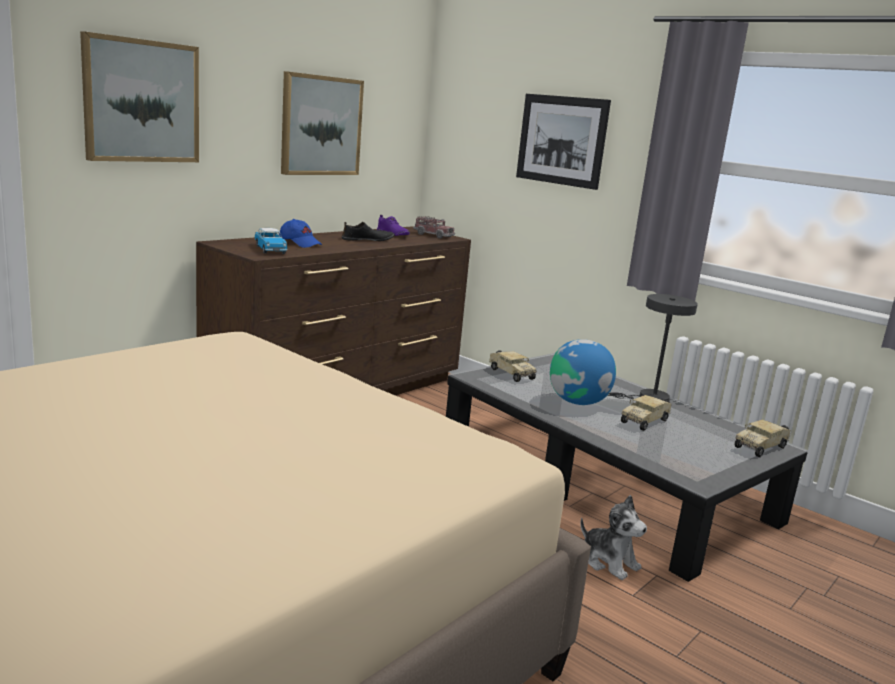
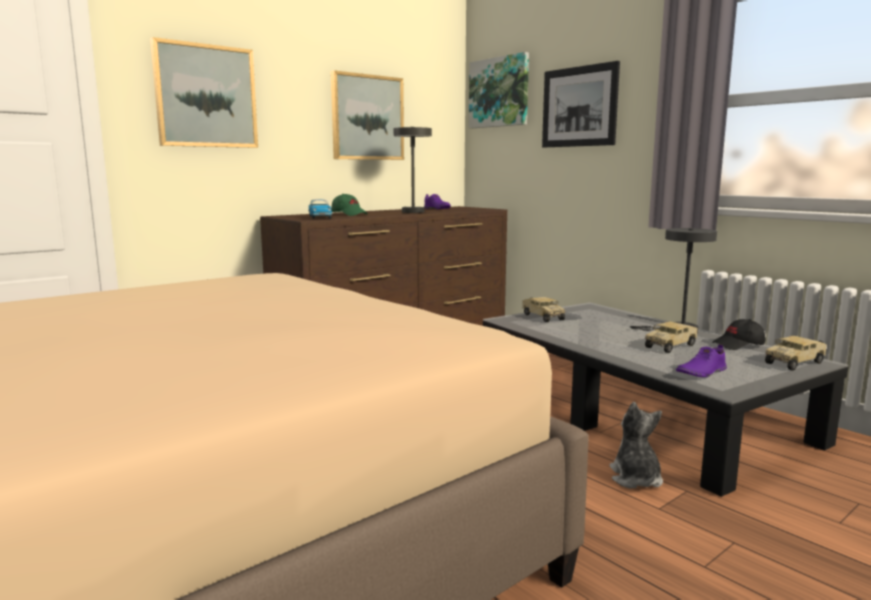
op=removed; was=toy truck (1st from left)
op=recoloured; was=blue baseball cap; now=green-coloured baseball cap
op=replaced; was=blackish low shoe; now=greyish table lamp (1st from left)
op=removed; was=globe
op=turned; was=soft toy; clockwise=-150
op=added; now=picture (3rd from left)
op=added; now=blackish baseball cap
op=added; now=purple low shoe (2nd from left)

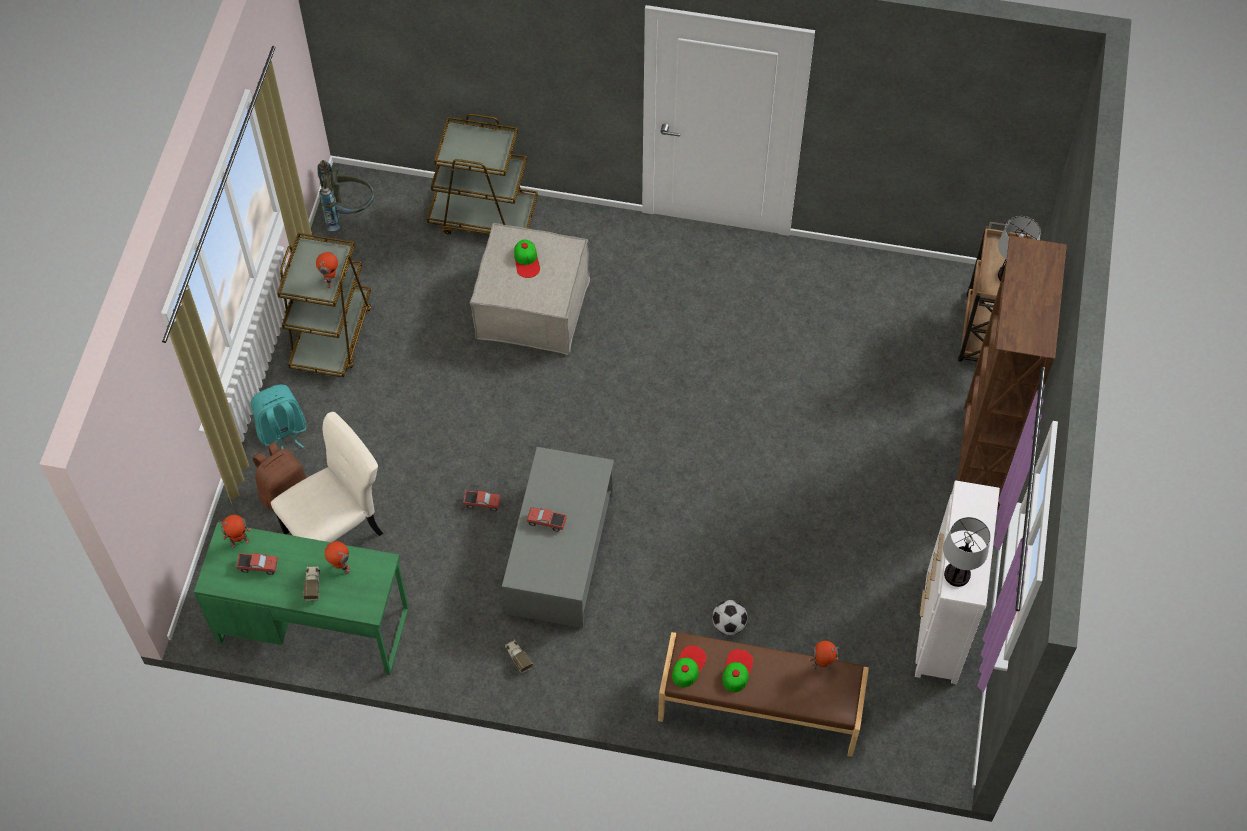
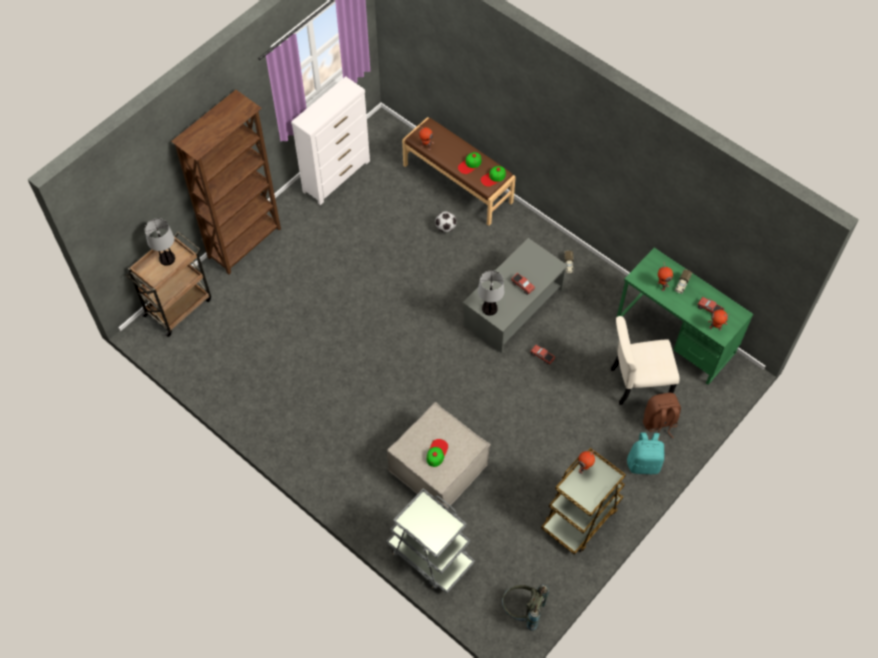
op=recoloured; was=brown trolley (2nd from left); now=greyish trolley
op=moved; was=table lamp (1st from left in the first image); now=table lamp (2nd from left)

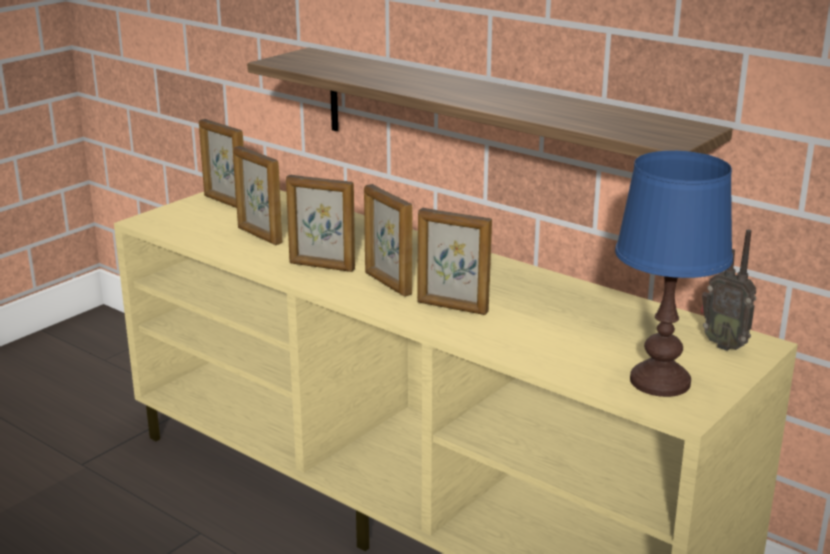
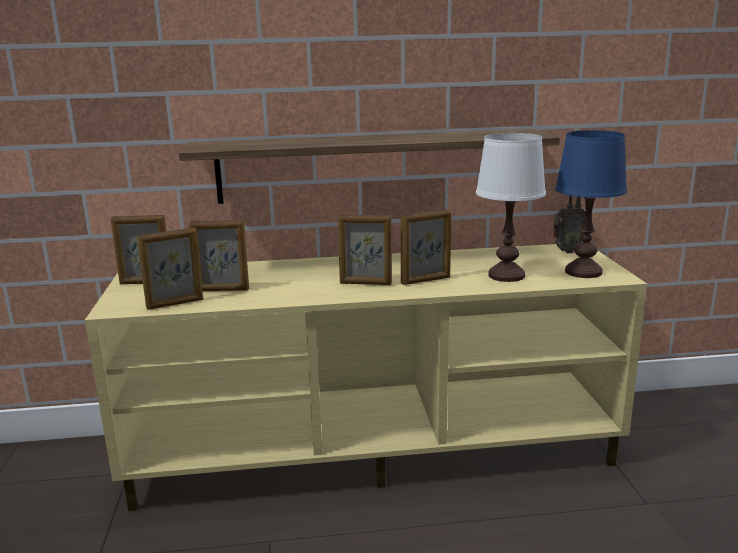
op=moved; was=picture frame (3rd from left in the first image); now=picture frame (2nd from left)
op=added; now=white table lamp

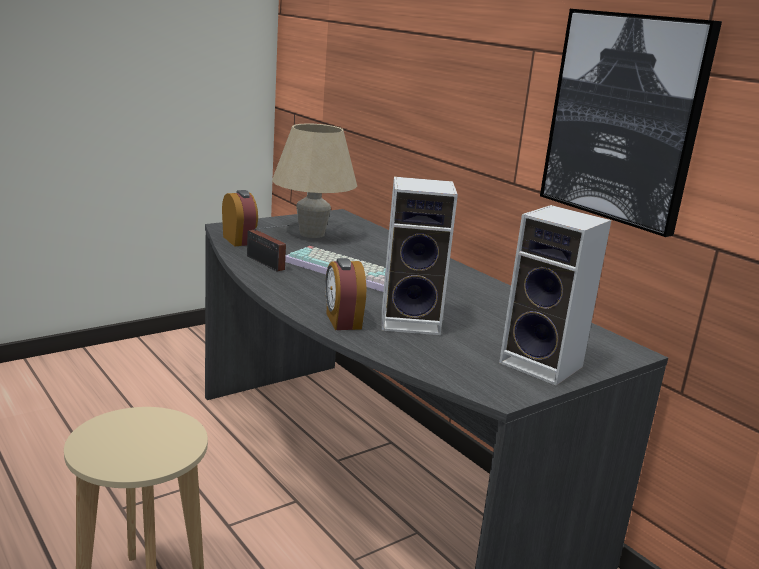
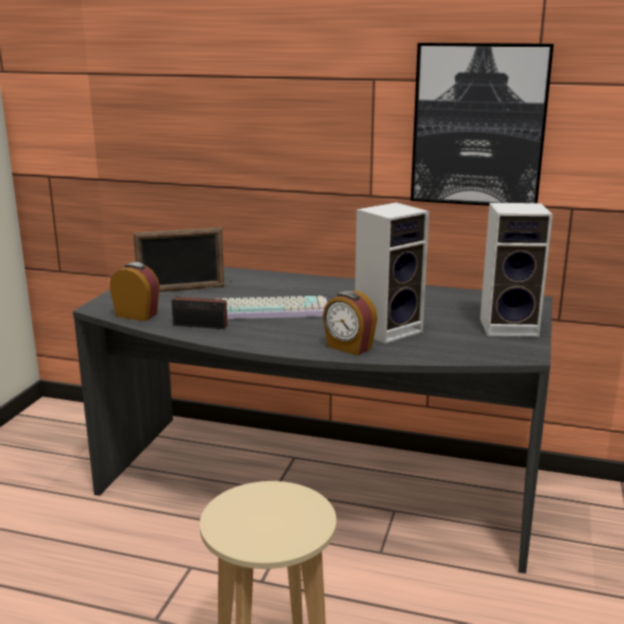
op=replaced; was=beige-coloured table lamp; now=picture frame

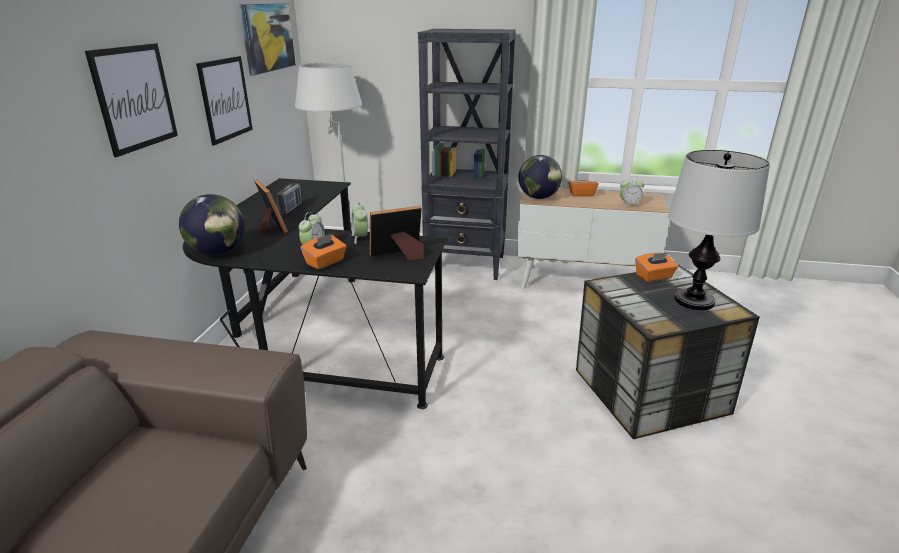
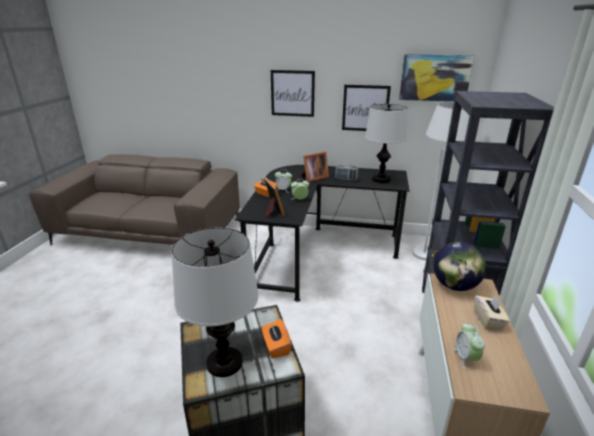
op=recoloured; was=orange-coloured tissue holder (2nd from left); now=beige-coloured tissue holder
op=removed; was=globe (1st from left)
op=added; now=table lamp (2nd from left)

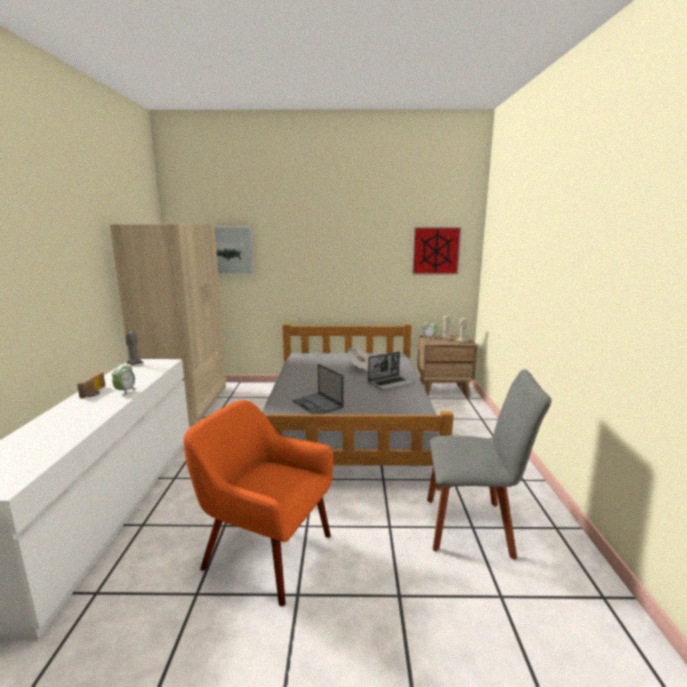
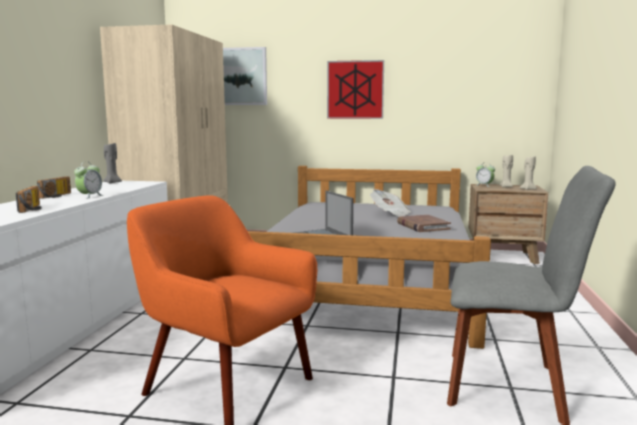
op=moved; was=picture (2nd from left)
op=replaced; was=portable computer (2nd from left); now=brown book
op=added; now=radio set (1st from left)

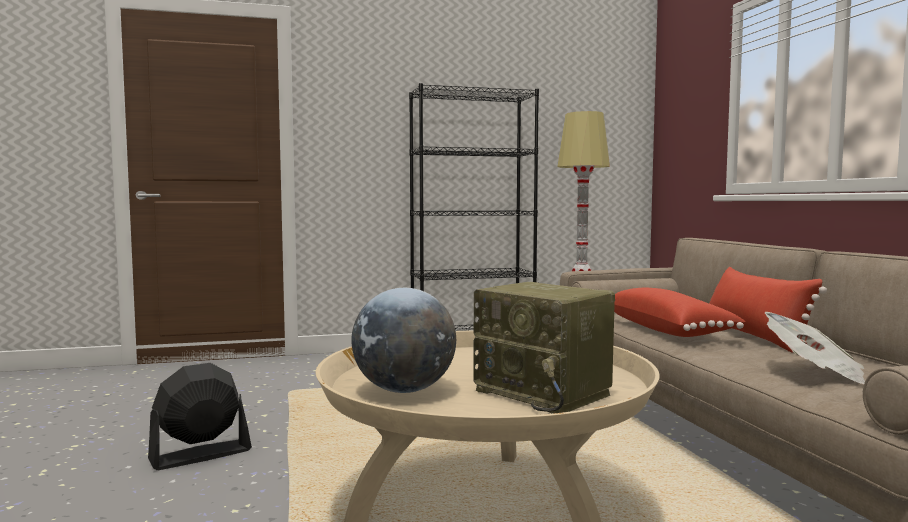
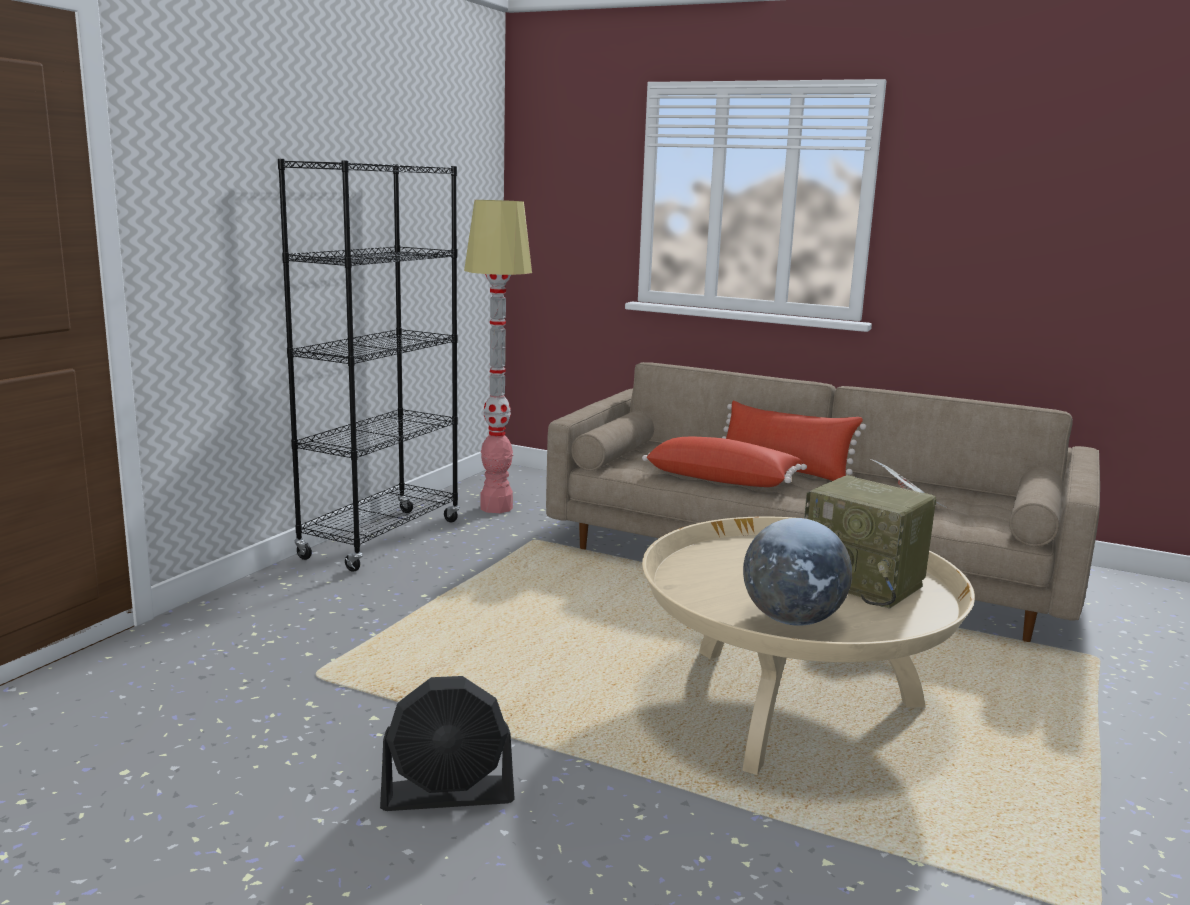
op=turned; was=radio set; clockwise=45
op=turned; was=blackish electric fan; clockwise=-105

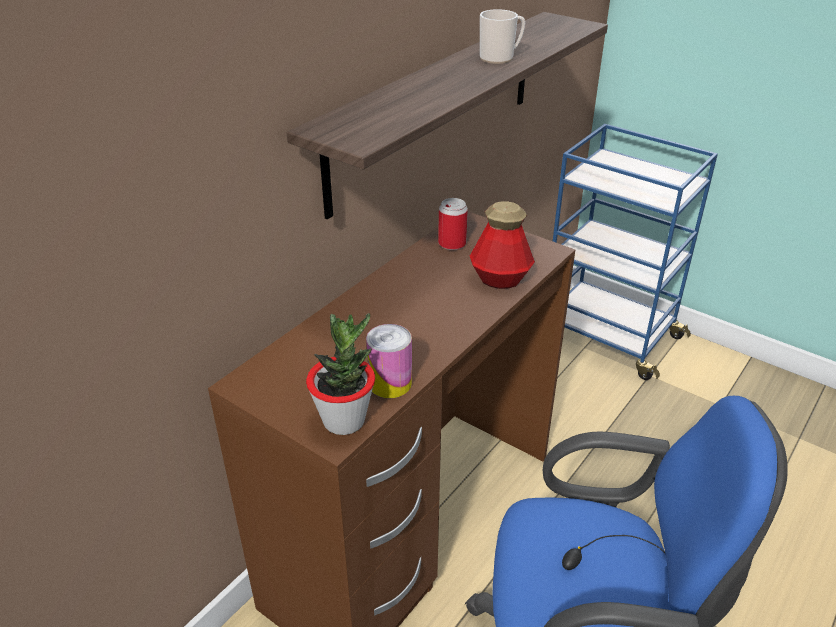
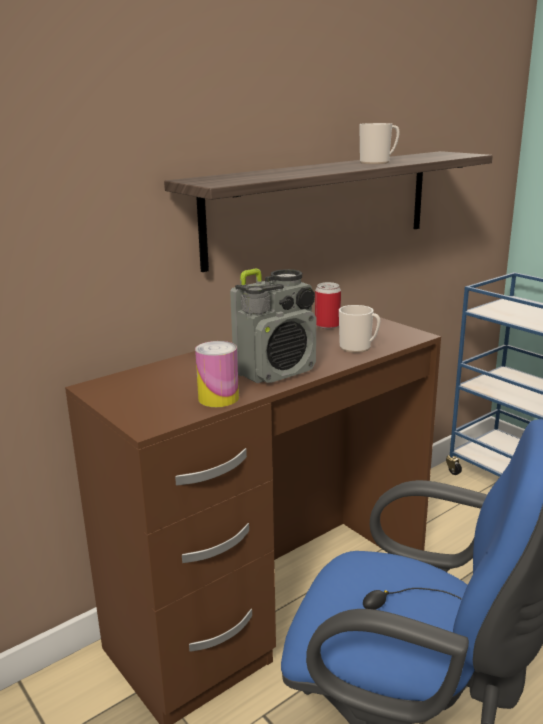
op=replaced; was=bottle; now=mug (1st from left)
op=removed; was=houseplant
op=added; now=radio set

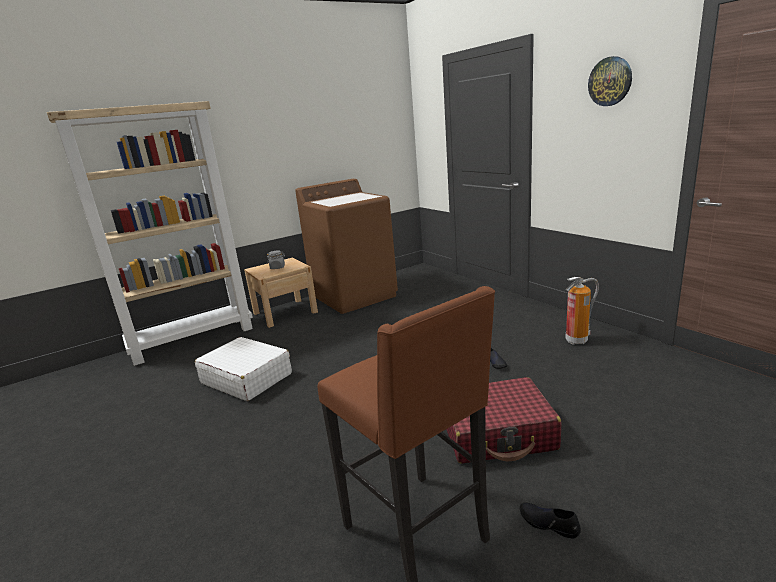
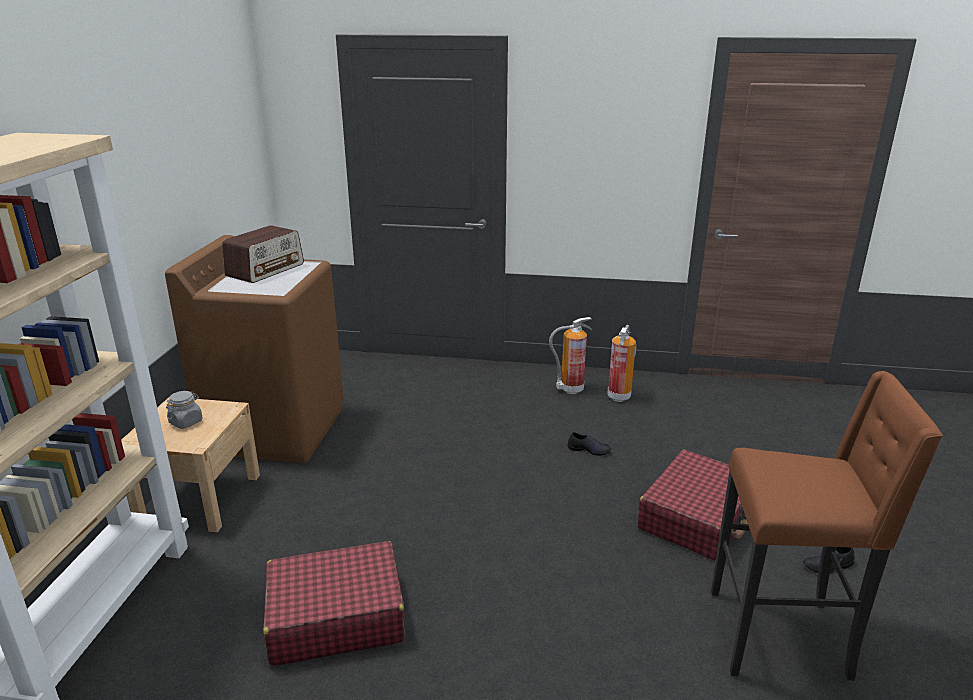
op=removed; was=wall clock
op=recoloured; was=white piece of luggage; now=red-coloured piece of luggage (1st from left)
op=added; now=radio set
op=added; now=extinguisher (1st from left)

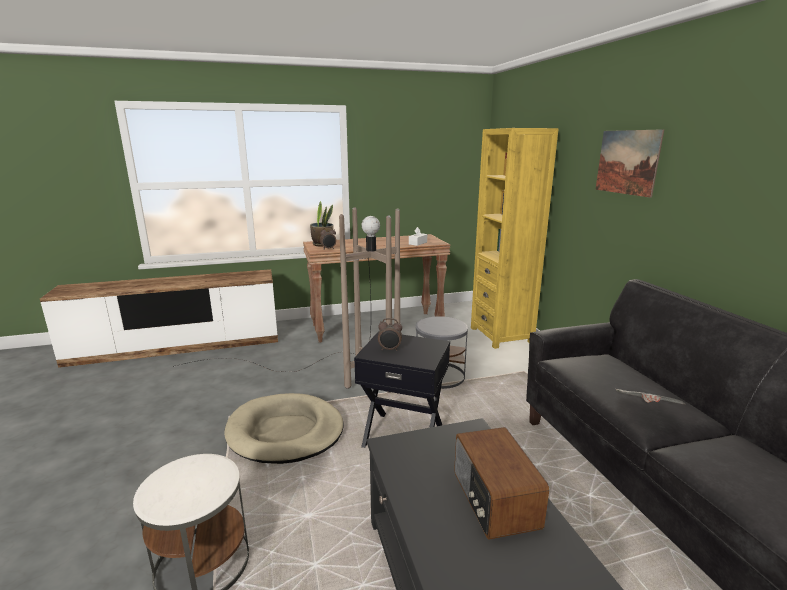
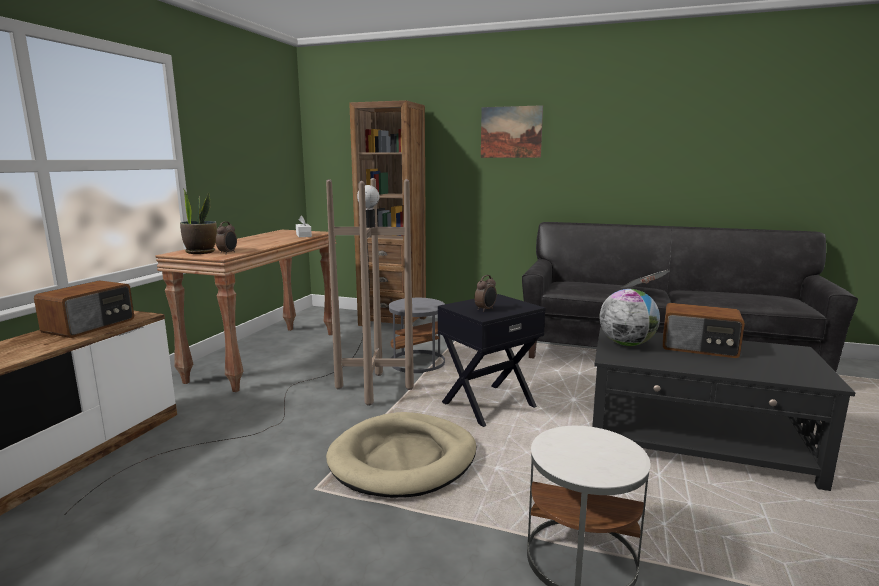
op=recoloured; was=yellowish bookcase; now=brown bookcase
op=added; now=radio set (1st from left)
op=added; now=globe

